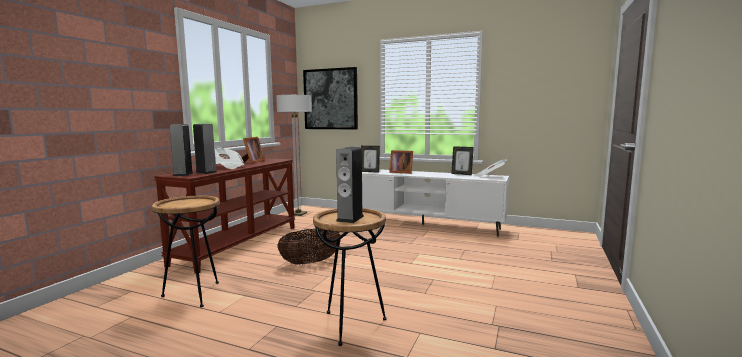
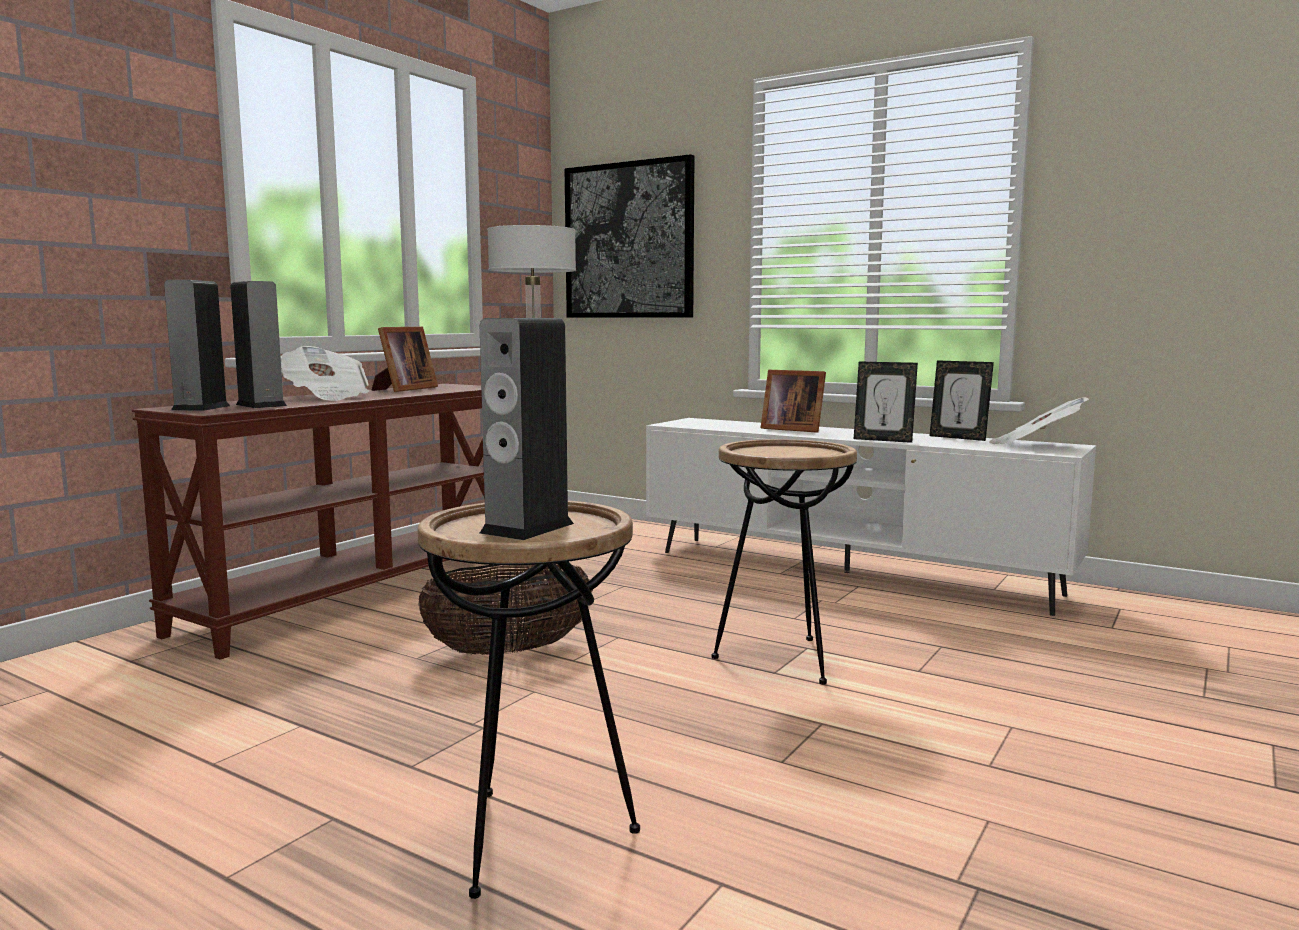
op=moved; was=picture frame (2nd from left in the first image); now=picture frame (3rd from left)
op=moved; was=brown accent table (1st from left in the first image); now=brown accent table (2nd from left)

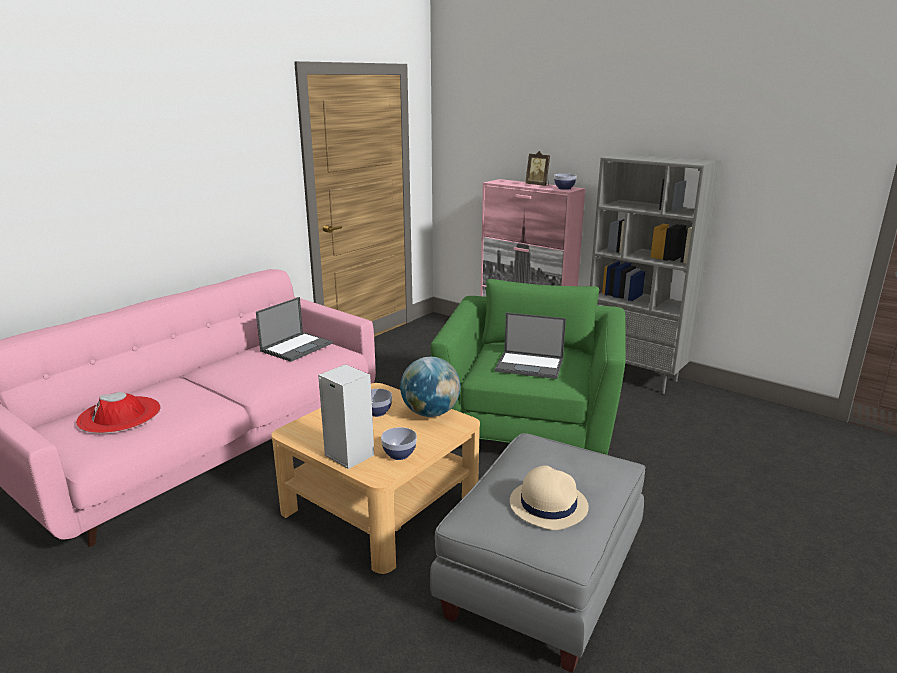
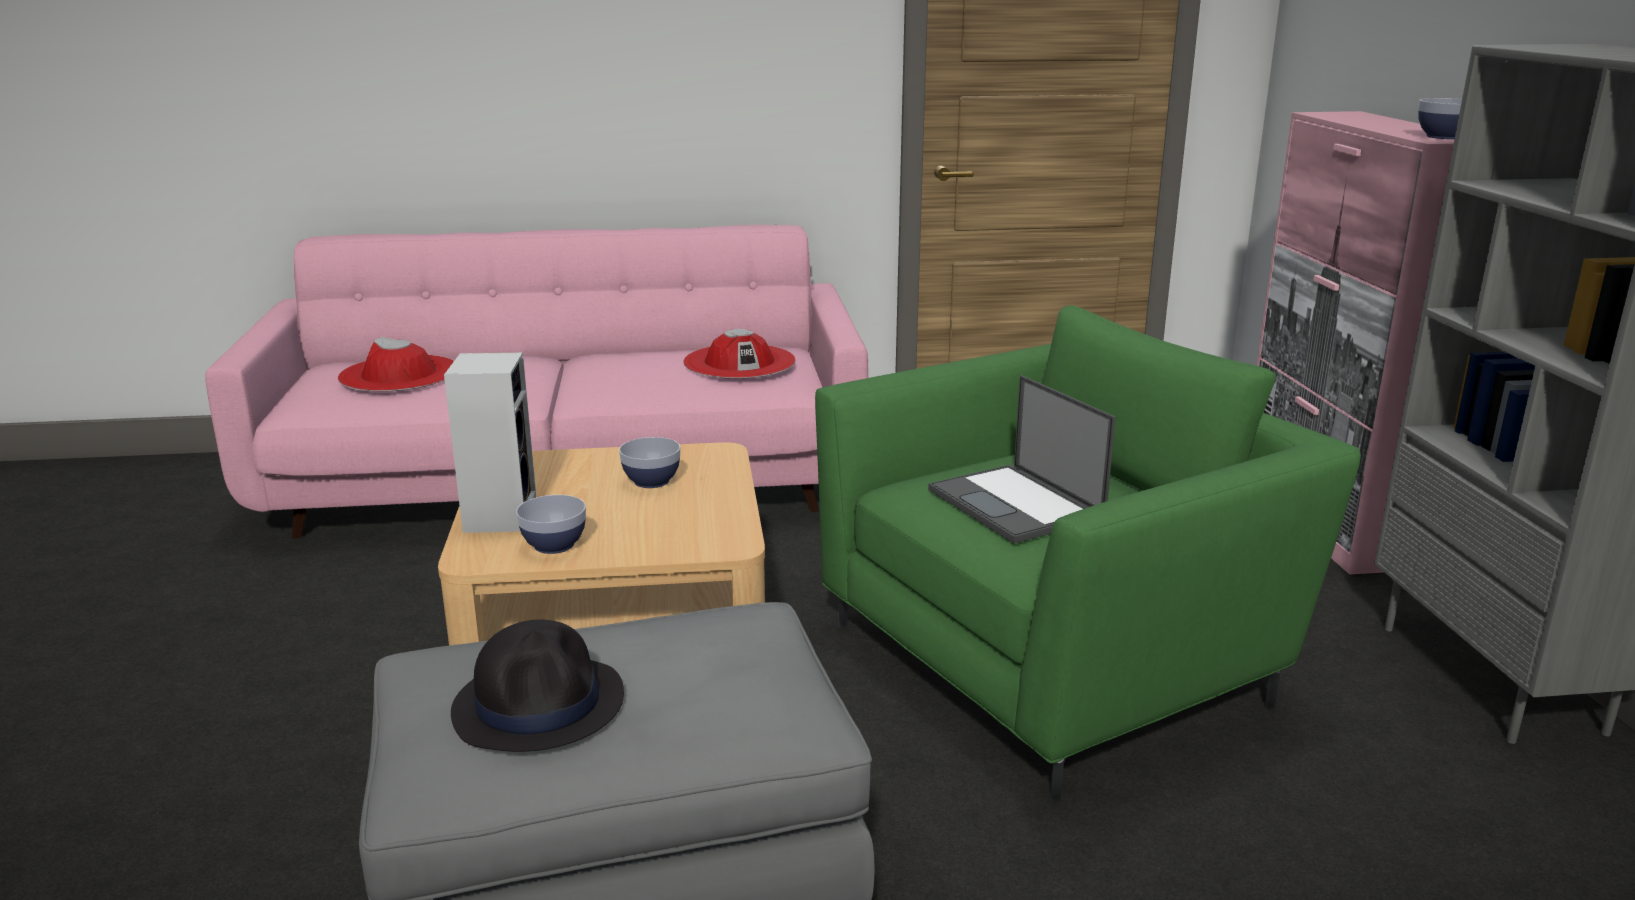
op=removed; was=picture frame
op=replaced; was=portable computer (1st from left); now=red-coloured clothing hat (2nd from left)
op=removed; was=globe
op=recoloured; was=beige-coloured clothing hat; now=blackish clothing hat

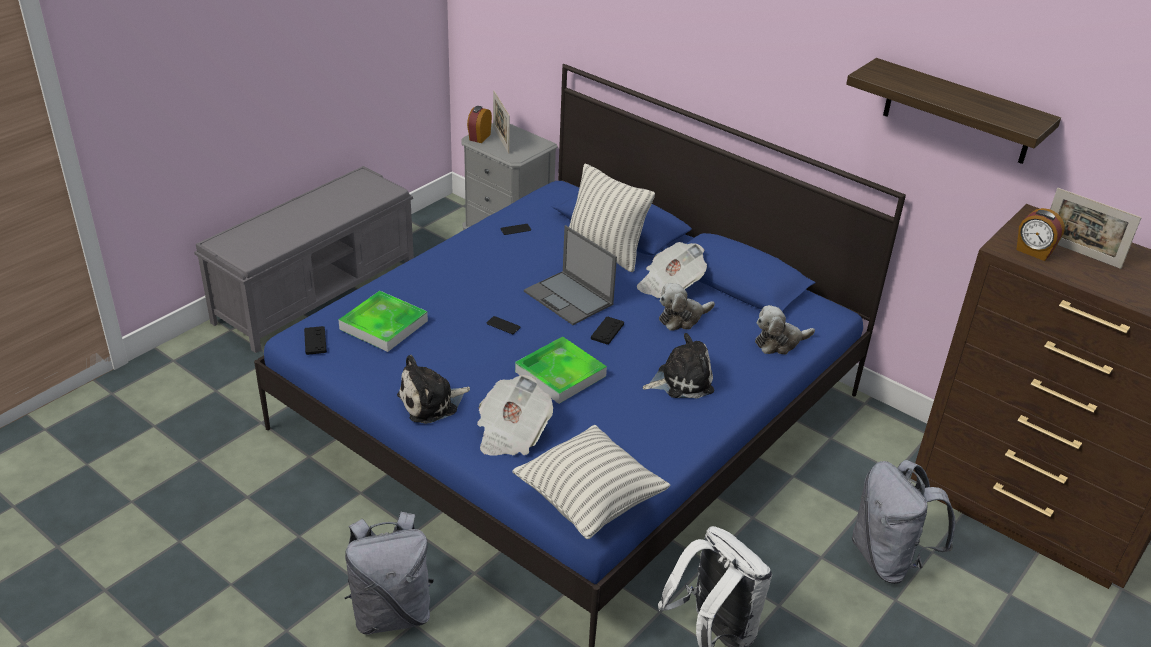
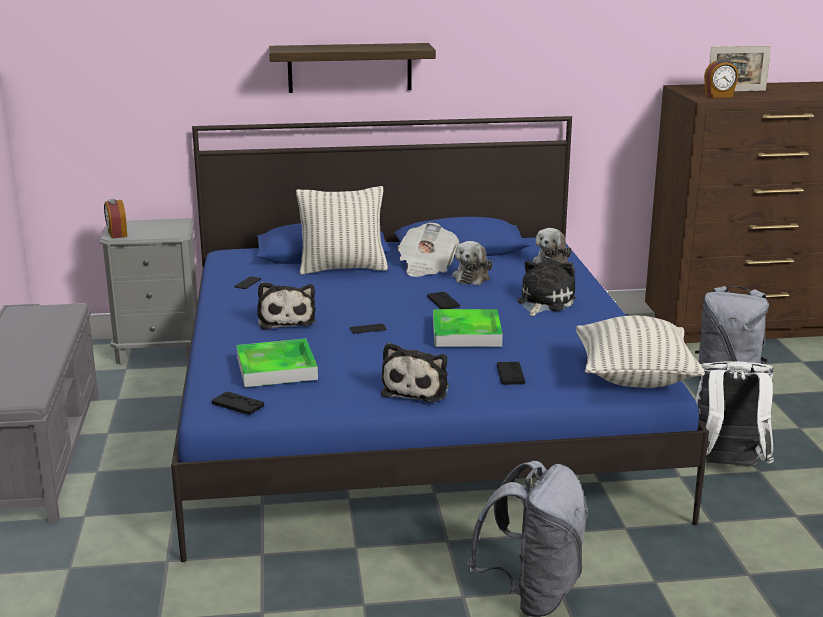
op=moved; was=wall shelf
op=removed; was=picture frame (1st from left)
op=removed; was=portable computer
op=replaced; was=printed paper (1st from left); now=blackish gamepad (3rd from left)
op=added; now=soft toy (1st from left)

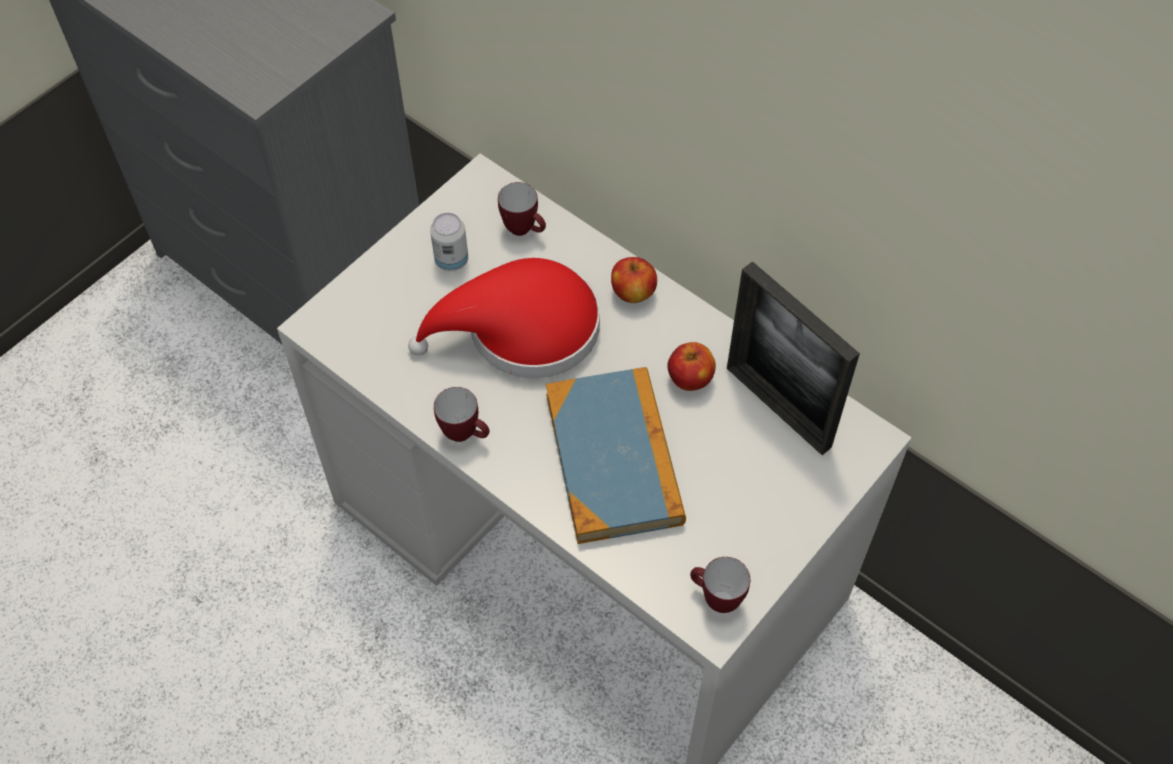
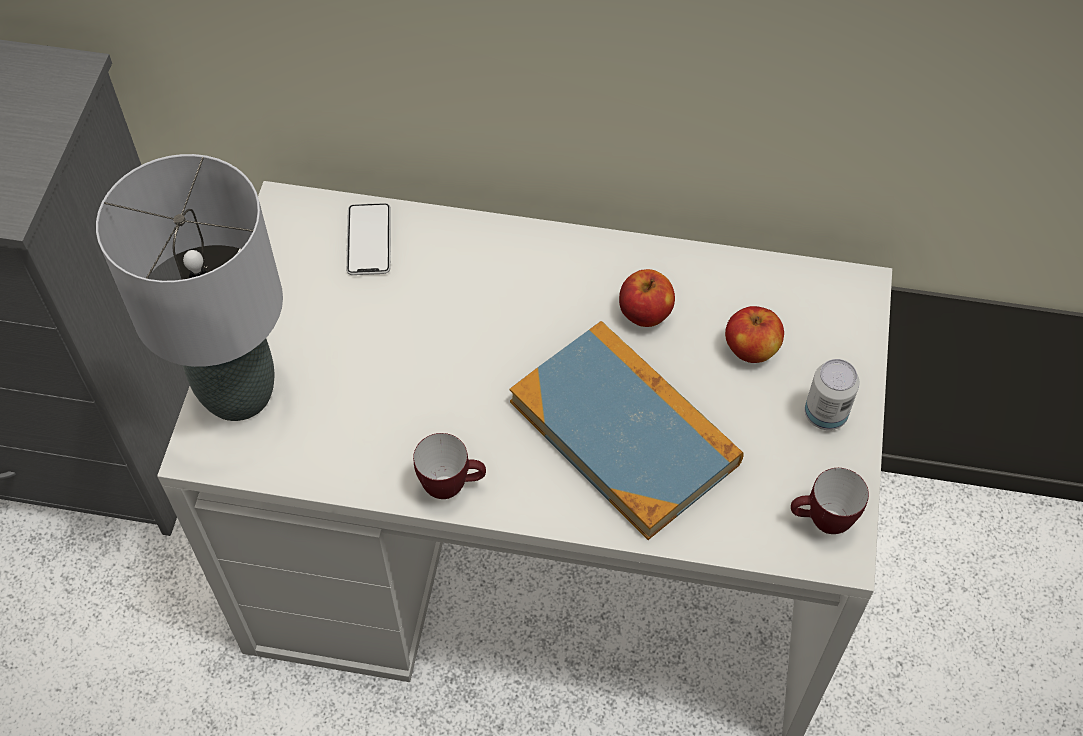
op=replaced; was=mug (2nd from left); now=phone
op=moved; was=sealed can
op=moved; was=apple fruit (1st from left in the first image); now=apple fruit (2nd from left)
op=removed; was=red-coloured clothing hat
op=removed; was=picture frame
op=added; now=greyish table lamp

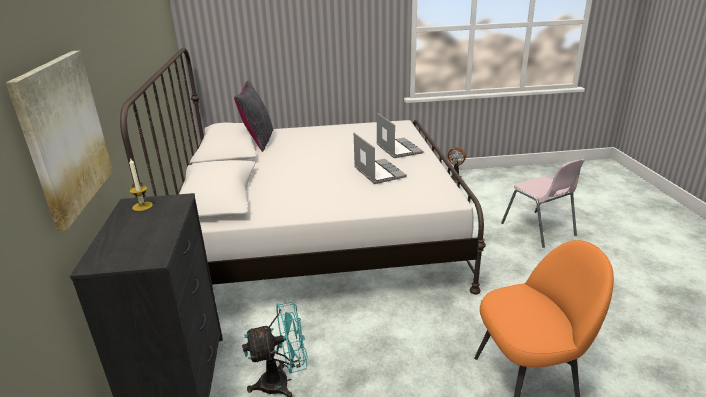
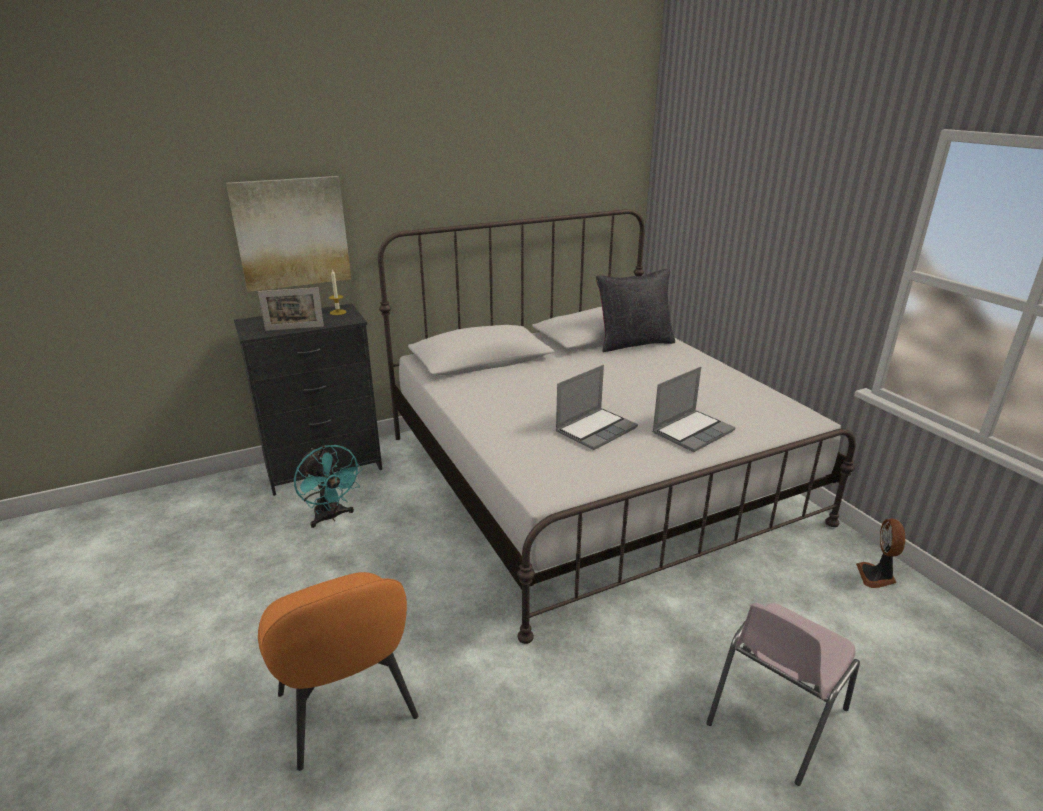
op=added; now=picture frame

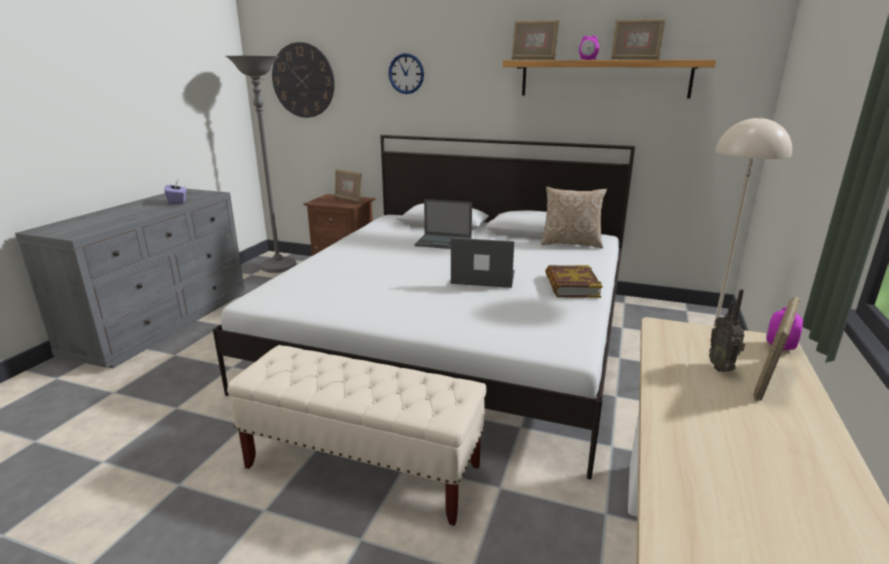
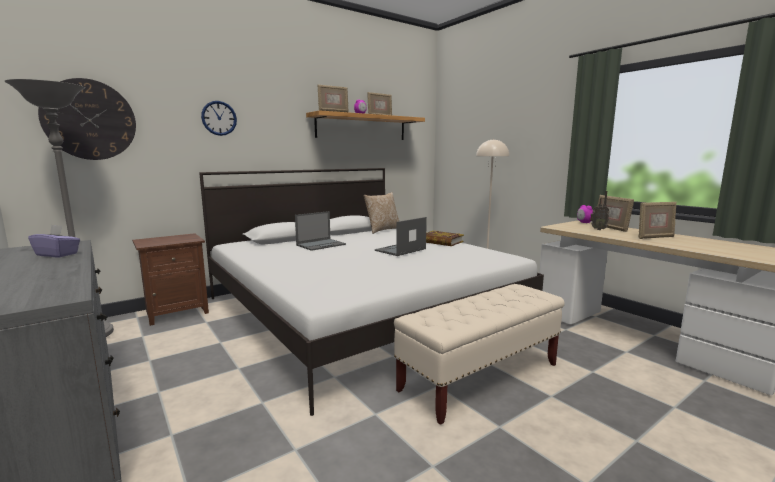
op=moved; was=picture frame (1st from left in the first image); now=picture frame (4th from left)

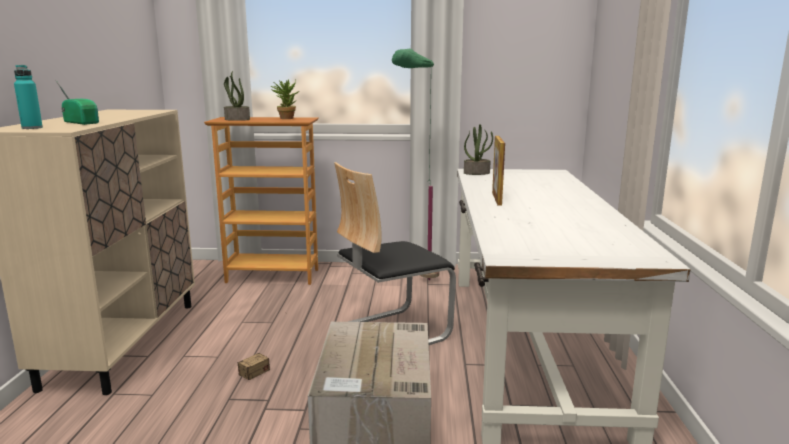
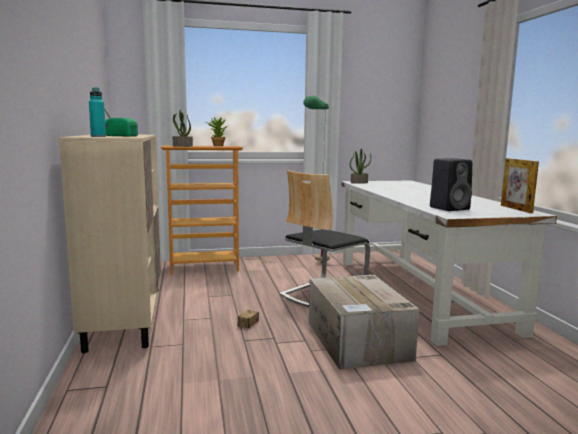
op=moved; was=picture frame
op=added; now=blackish audio speaker

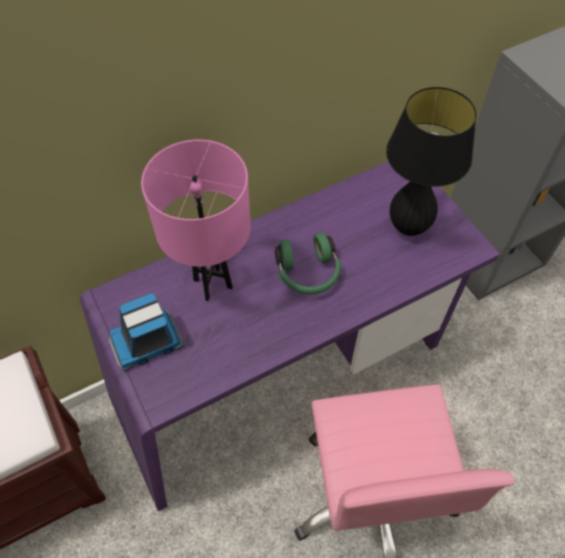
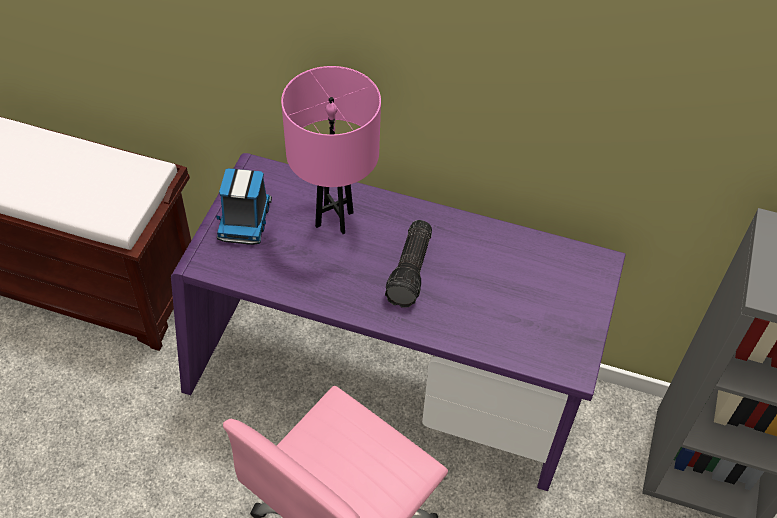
op=removed; was=blackish table lamp
op=replaced; was=green-coloured headphones; now=torch
op=turned; was=toy truck; clockwise=-105

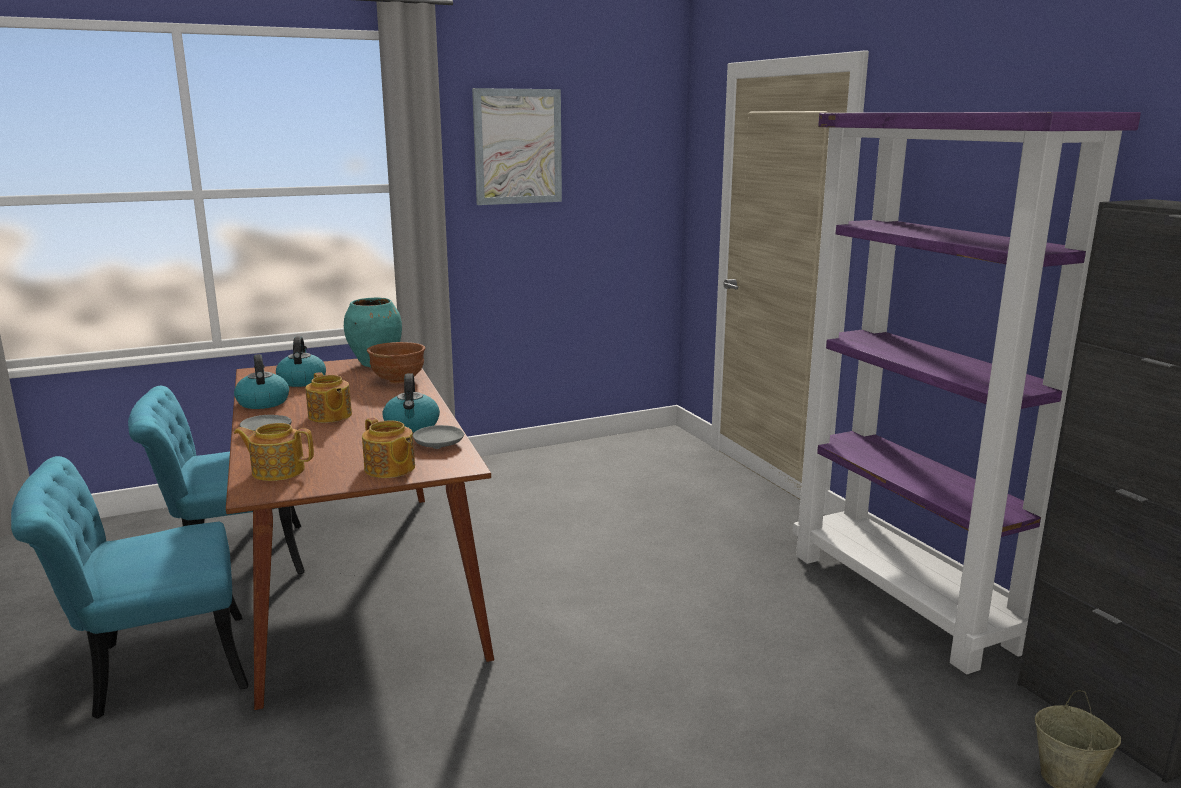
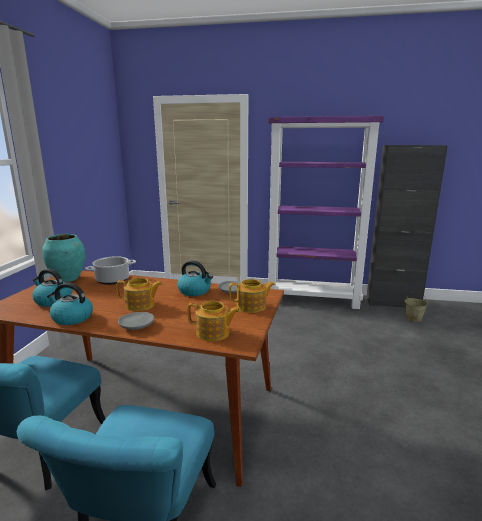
op=removed; was=picture
op=replaced; was=brown deep dish; now=stockpot
op=turned; was=pot for tea (1st from left in the first image); clockwise=-120

